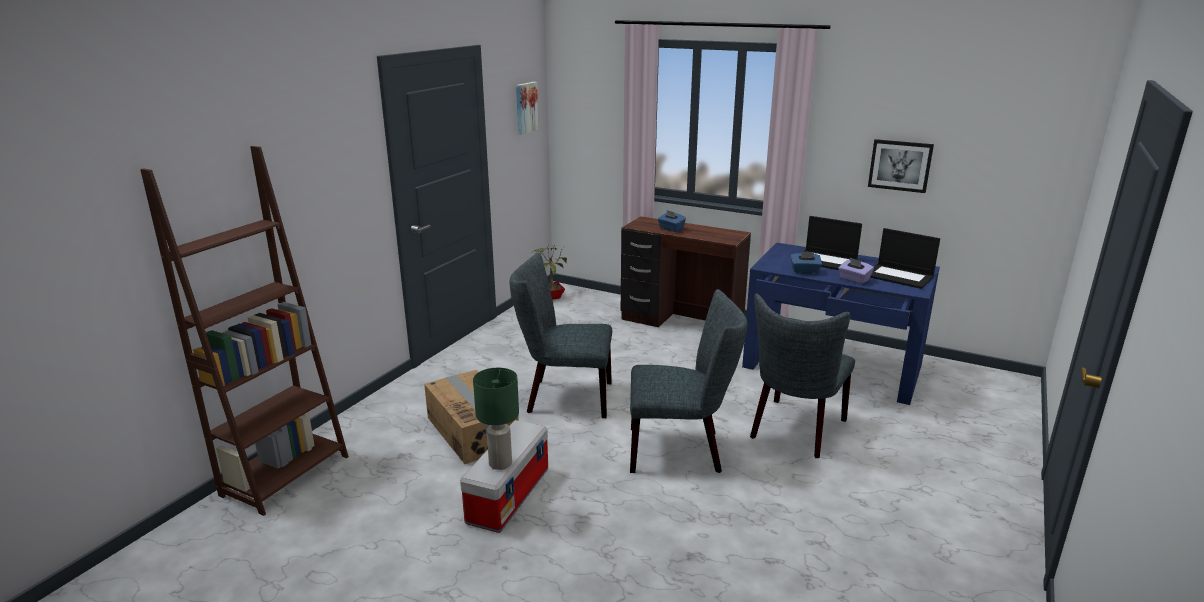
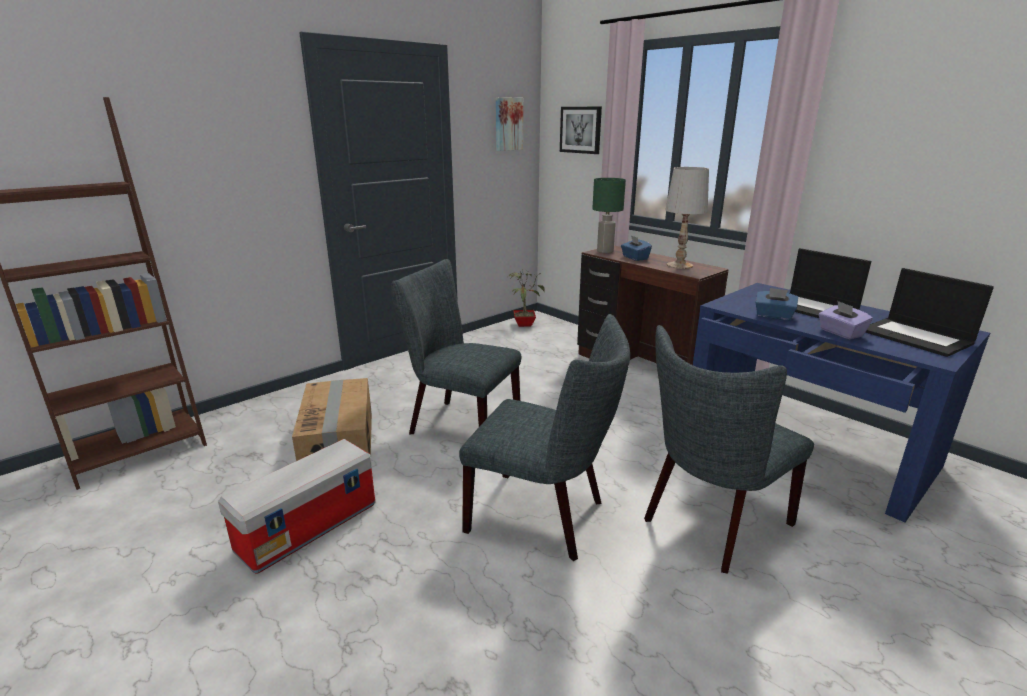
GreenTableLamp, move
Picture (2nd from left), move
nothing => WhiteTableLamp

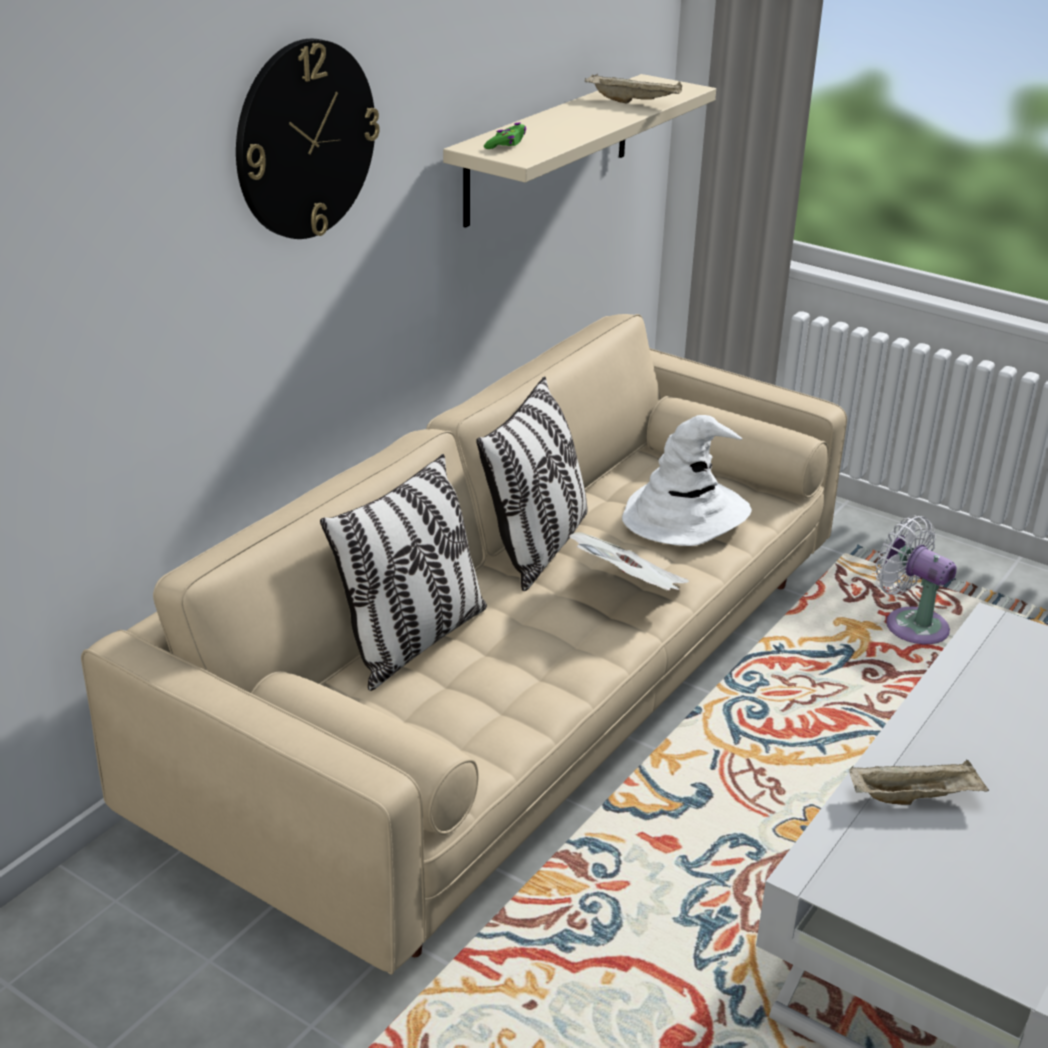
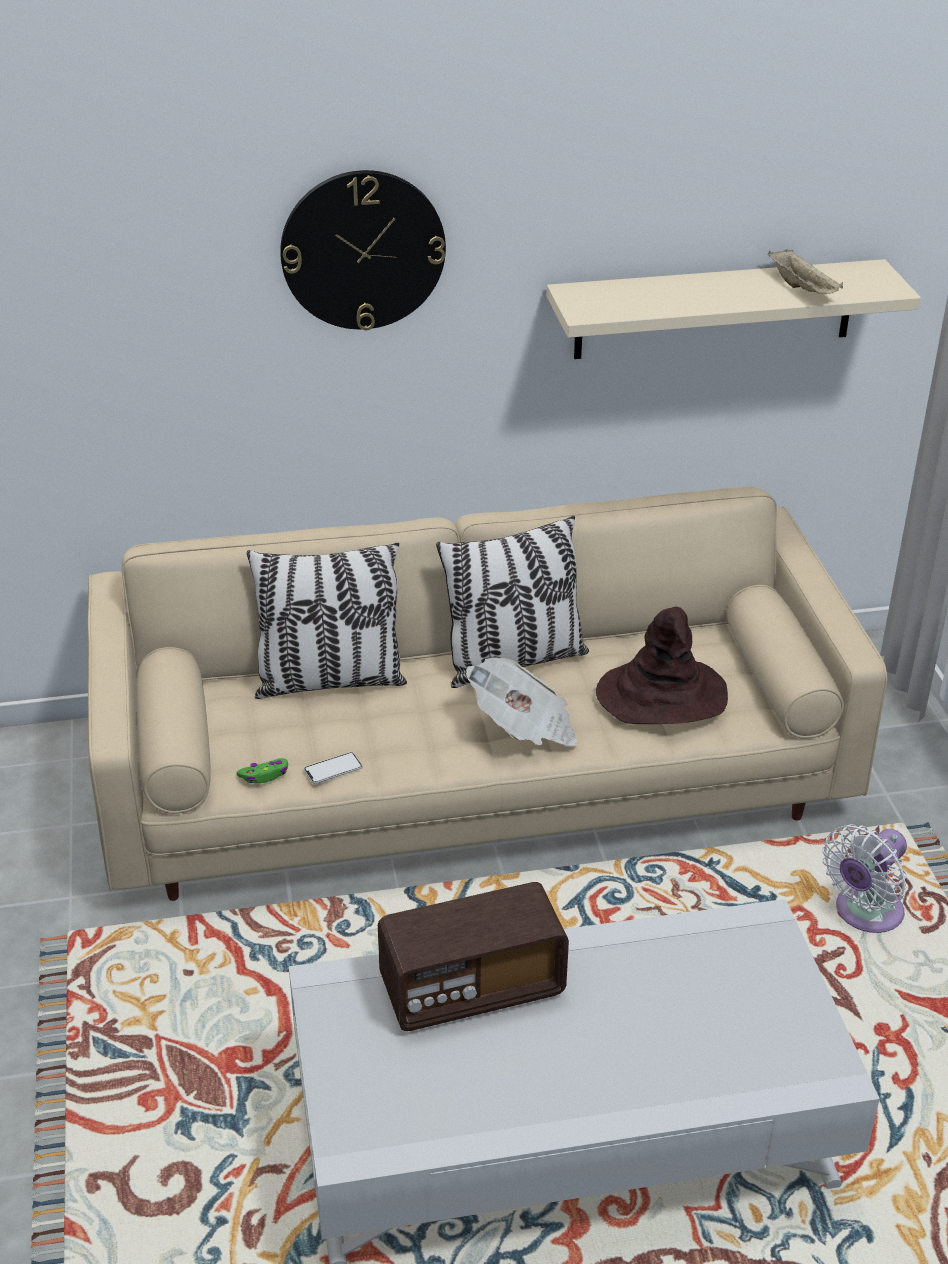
GreenGameController, move
WhiteHat => BrownHat
BeigeTray (2nd from left) => Radio
WhiteFan, 135 degrees counterclockwise
nothing => Phone

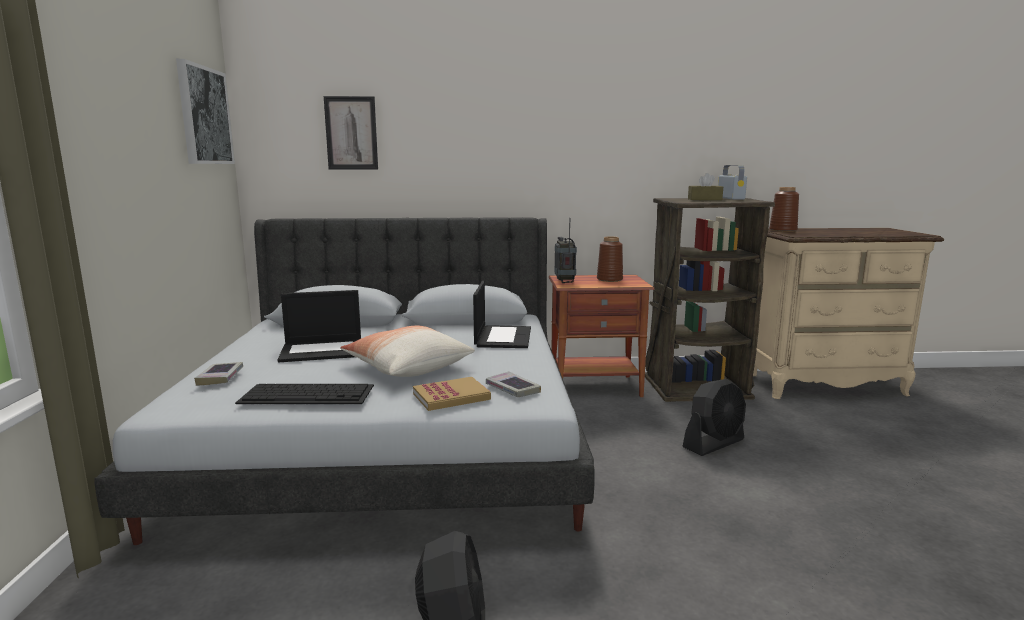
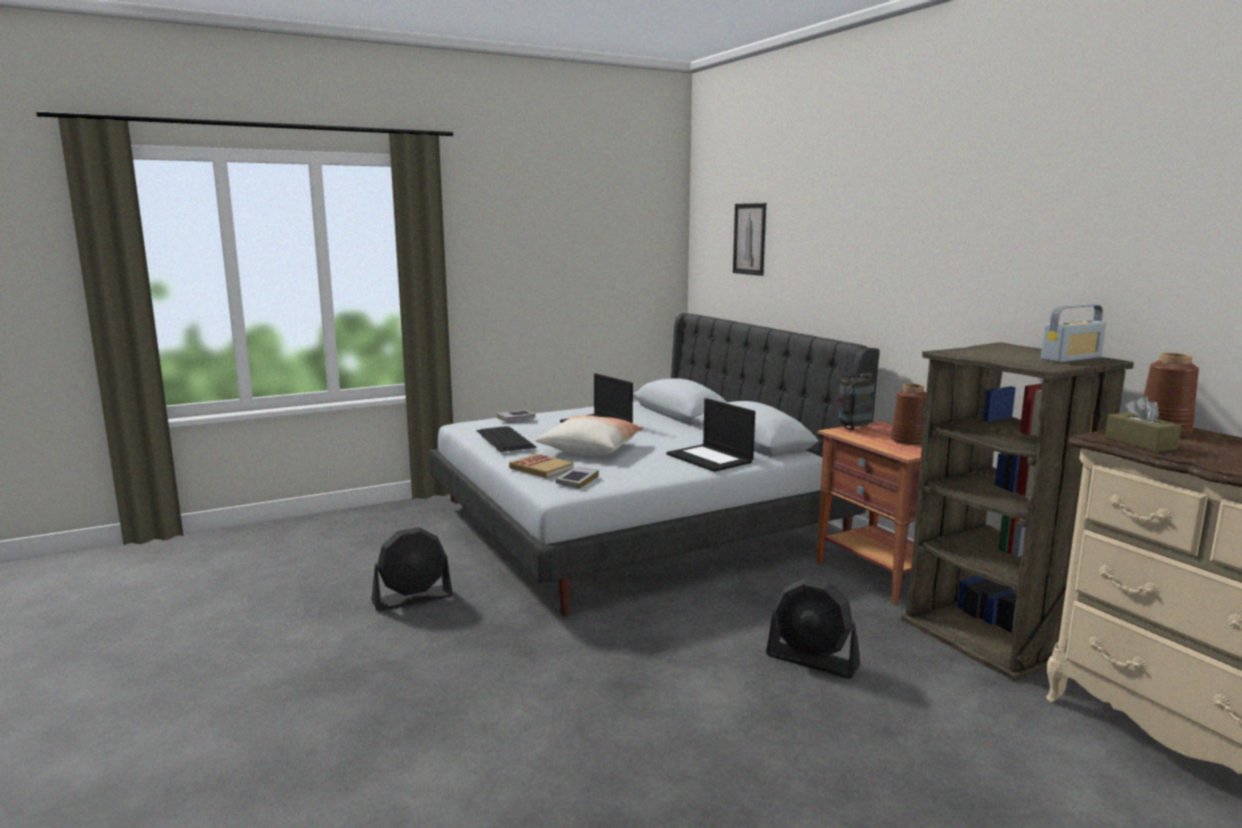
Picture (1st from left) => nothing
Laptop (2nd from left), 75 degrees clockwise
BrownTissueBox, move

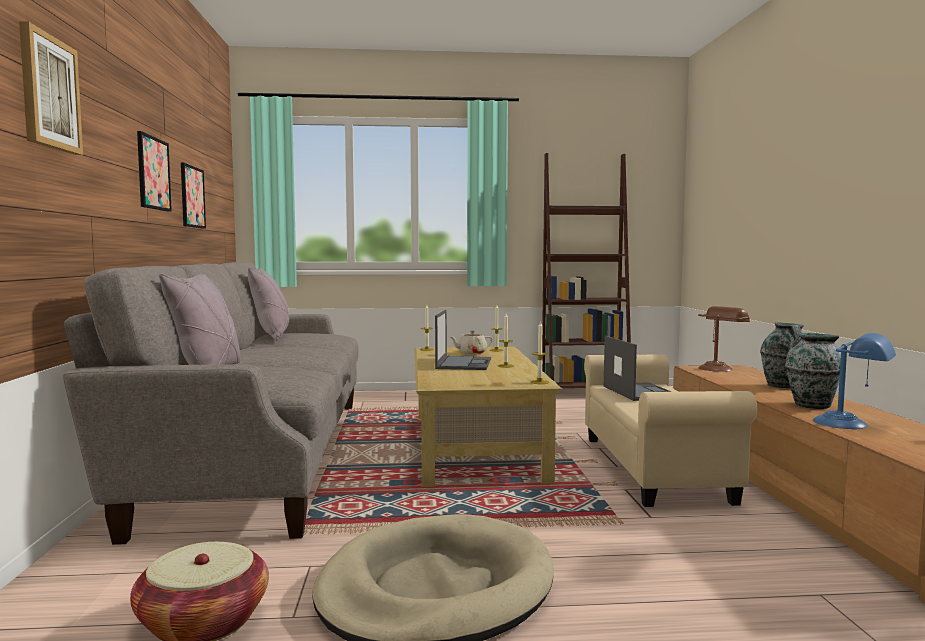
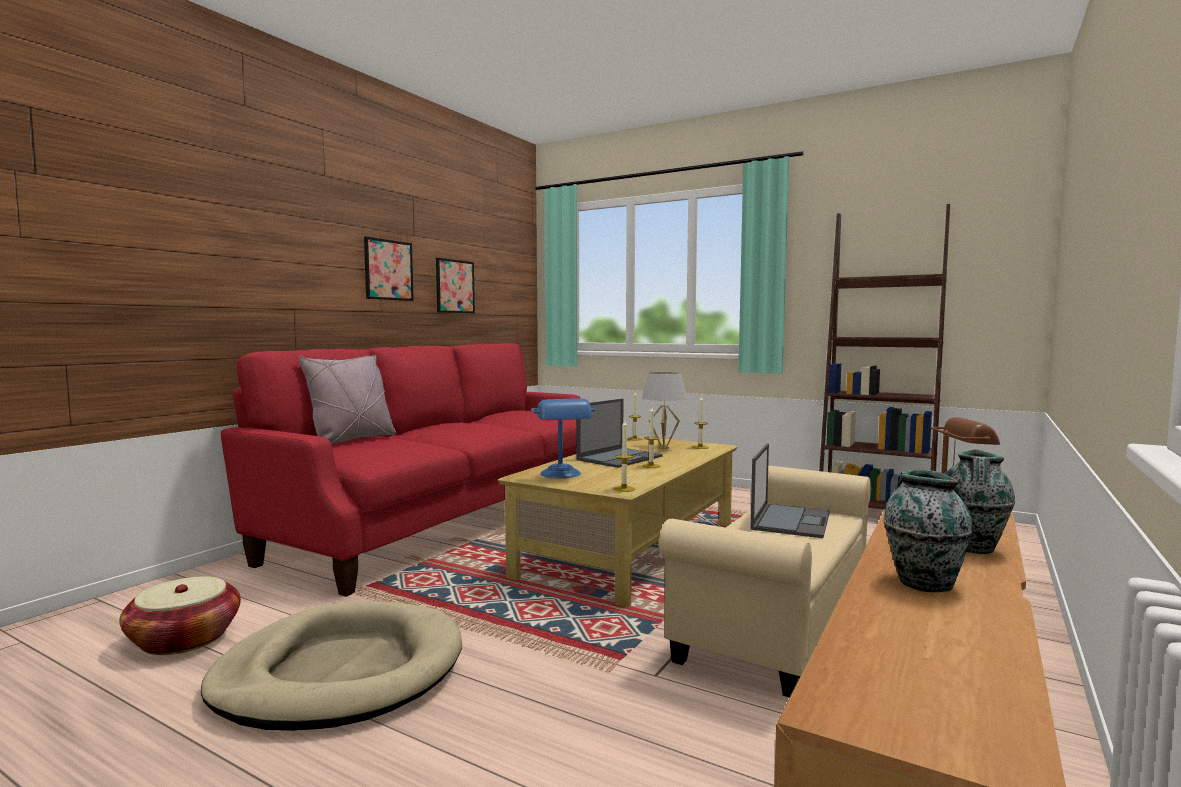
Picture (1st from left) => nothing
GreySofa => RedSofa
PurplePillow (2nd from left) => nothing
BeigeTeapot => WhiteTableLamp
BlueTableLamp, move

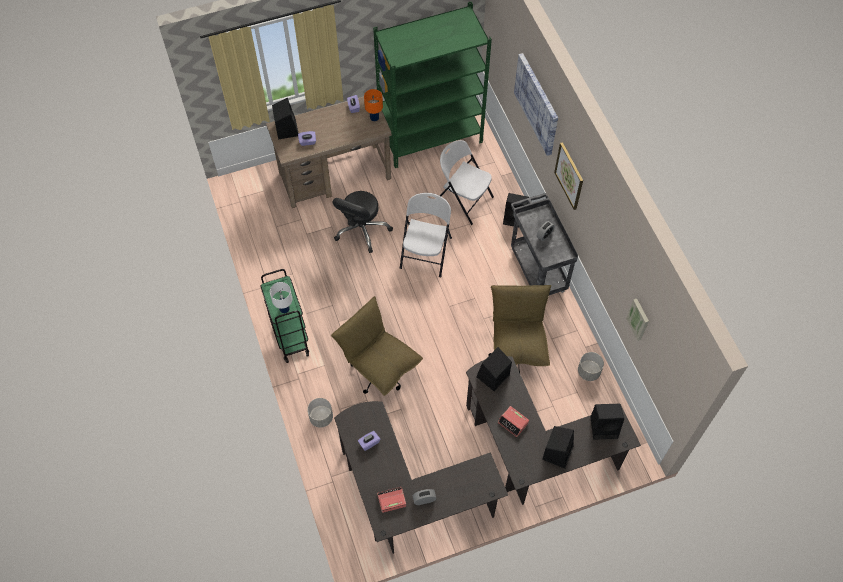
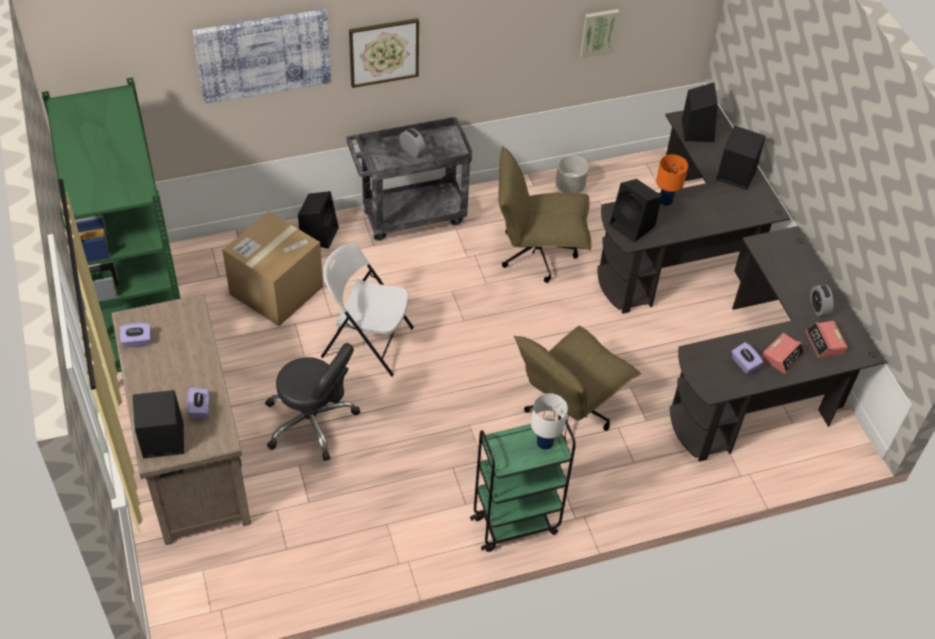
GreyPlanter (1st from left) => nothing
OrangeTableLamp, move
WhiteChair (2nd from left) => CardboardBox
AlarmClock (3rd from left in the first image) => AlarmClock (2nd from left), move

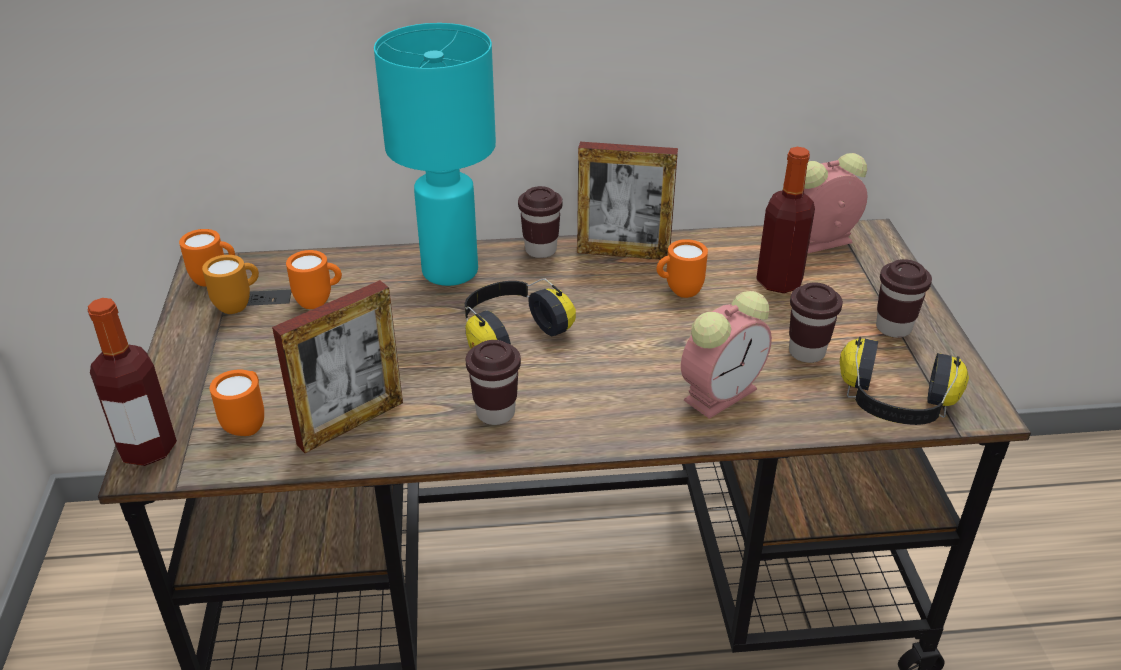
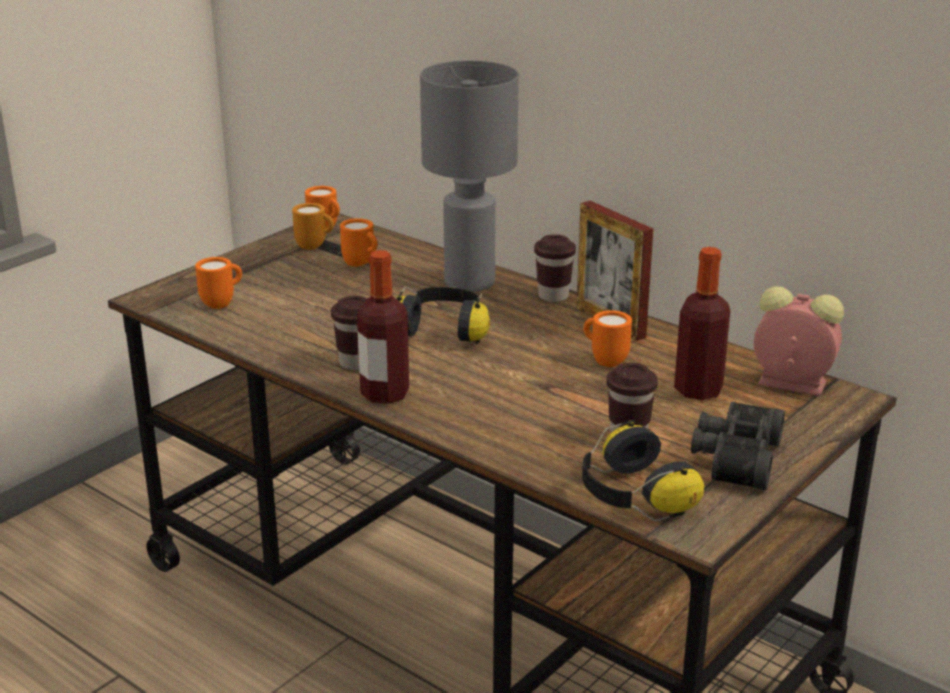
Bottle (1st from left), move
PictureFrame (1st from left) => nothing
TurquoiseTableLamp => GreyTableLamp
AlarmClock (1st from left) => nothing
BrownCup (4th from left) => BlackBinoculars

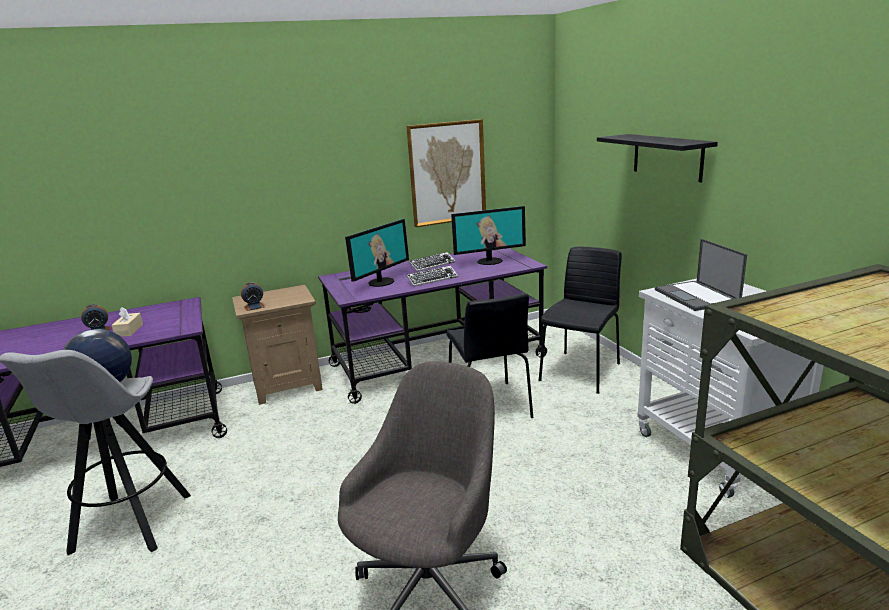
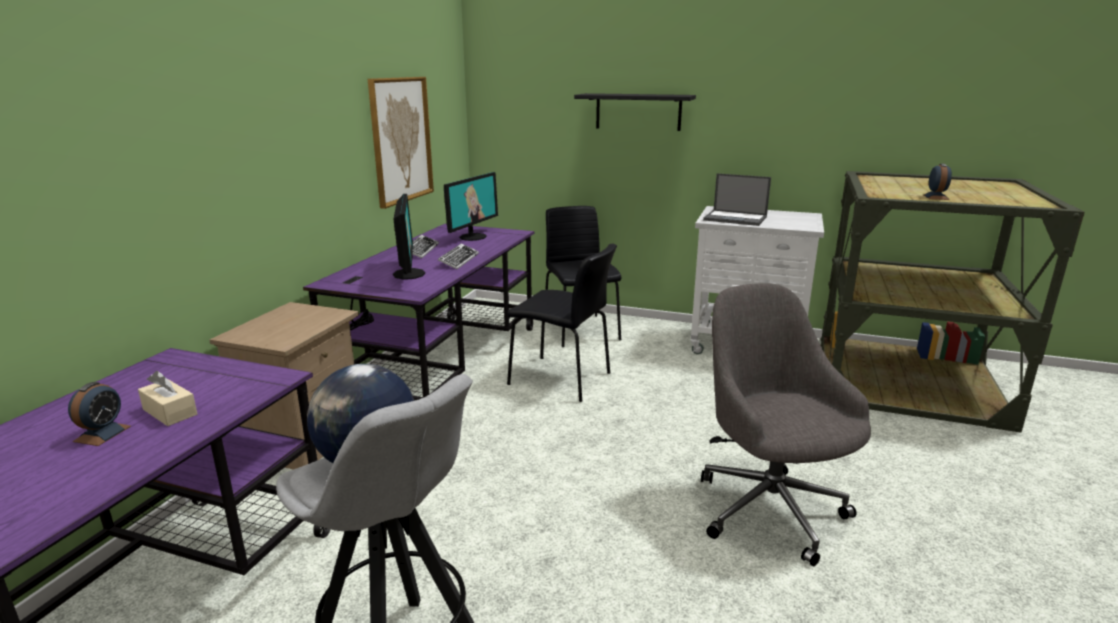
AlarmClock (2nd from left), move

